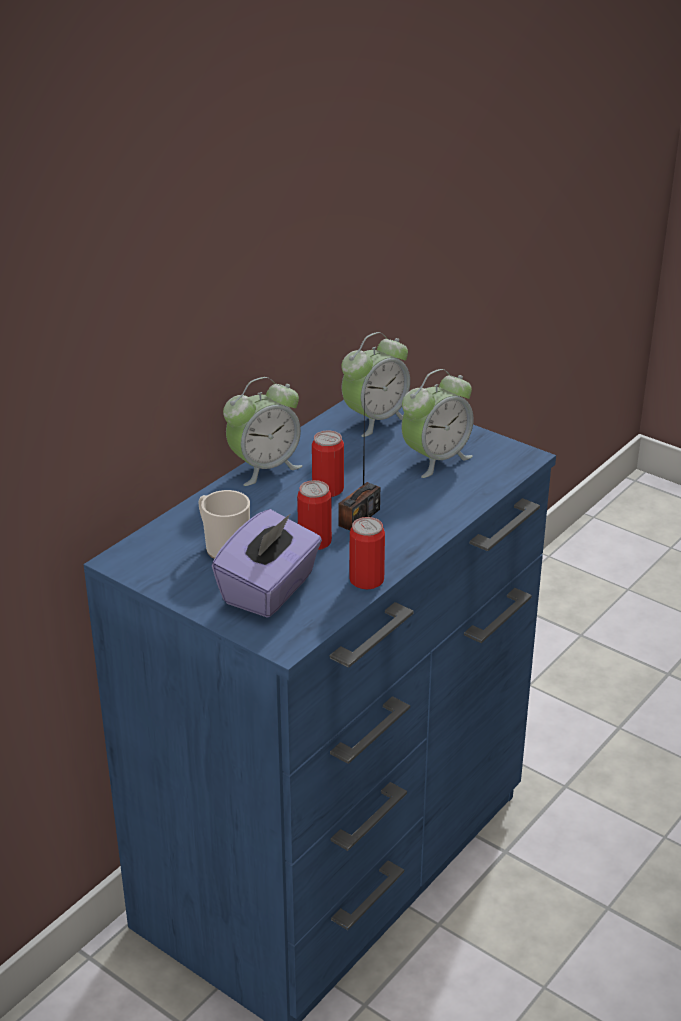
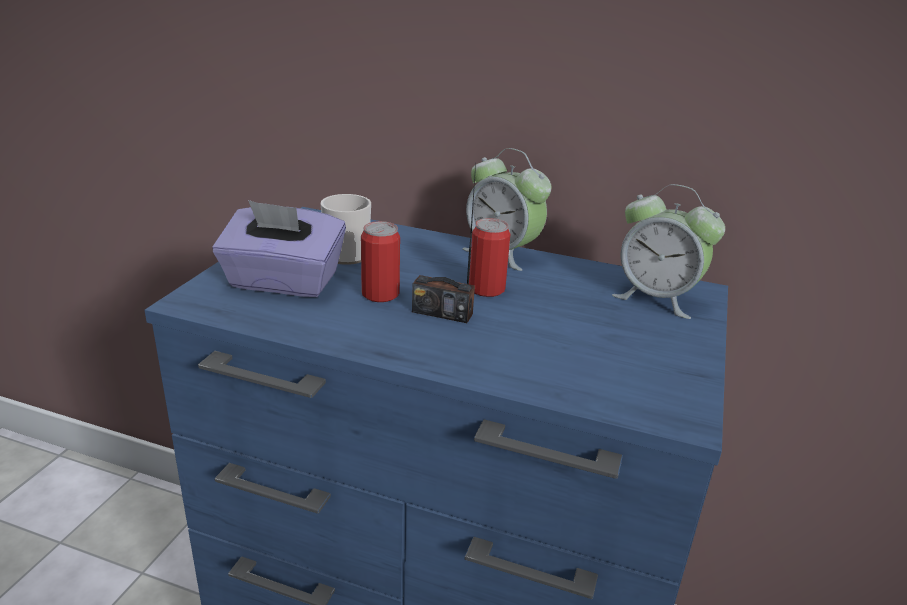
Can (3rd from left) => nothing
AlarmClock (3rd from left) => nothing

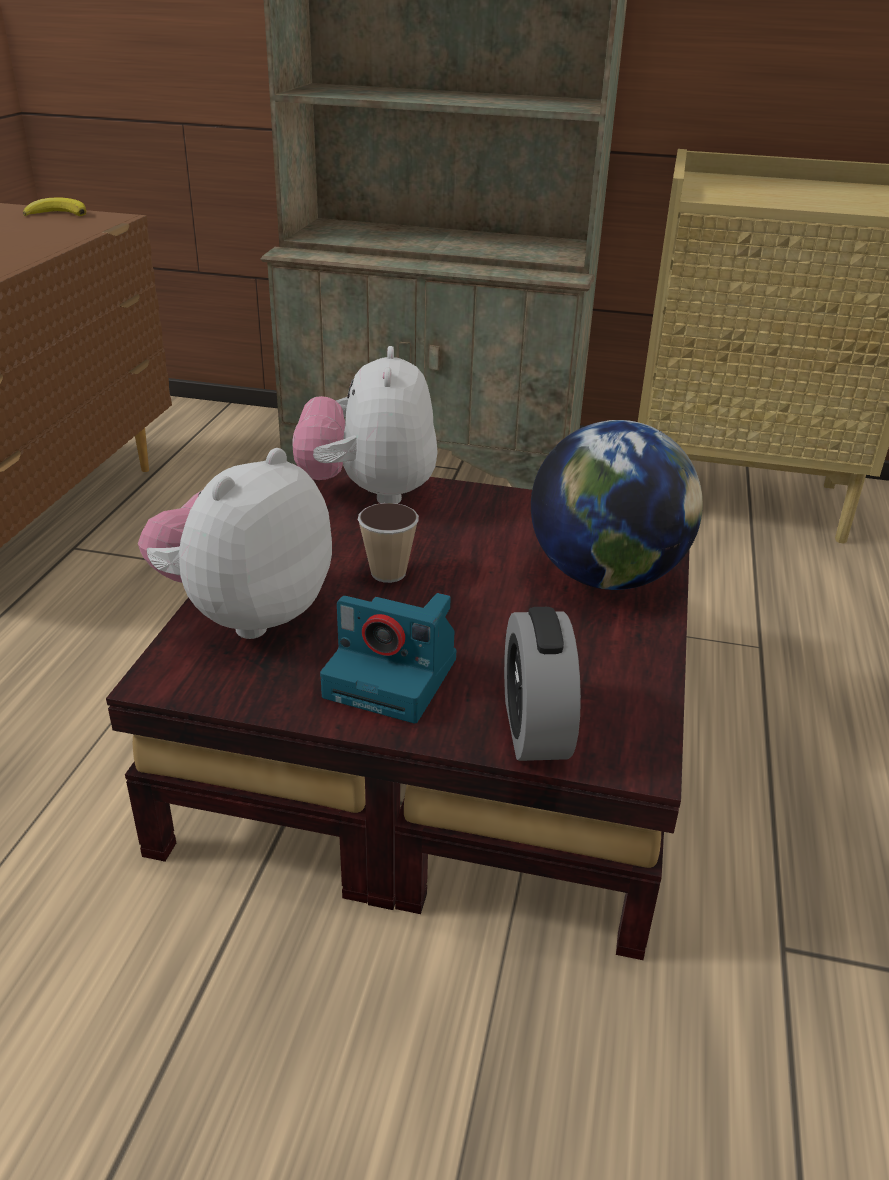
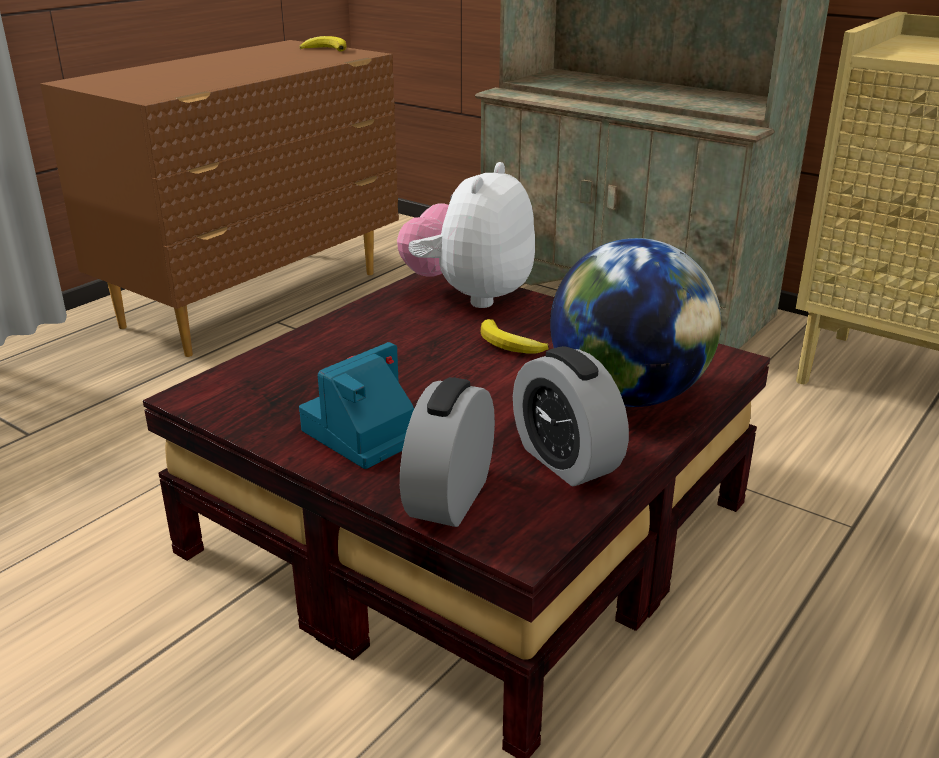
PlushToy (1st from left) => nothing
PhotoCamera, 90 degrees clockwise
Cup => nothing
nothing => Banana (2nd from left)
nothing => AlarmClock (2nd from left)

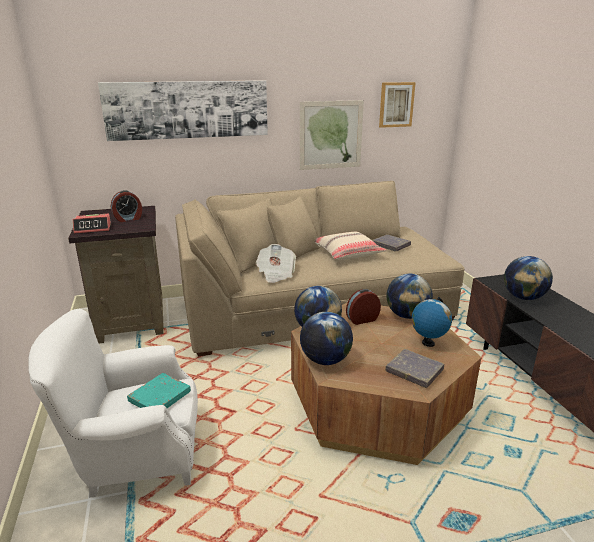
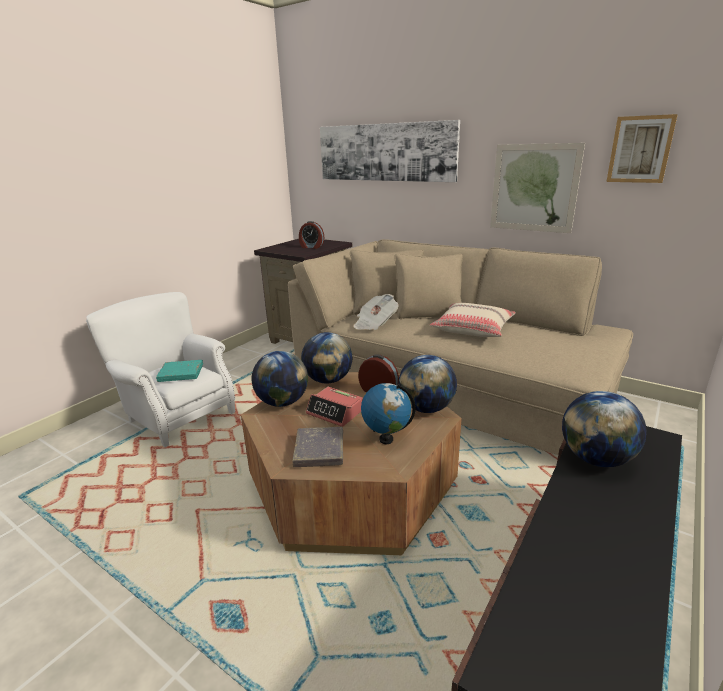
AlarmClock (1st from left in the first image) => AlarmClock (2nd from left), move
GreyBook (1st from left) => nothing

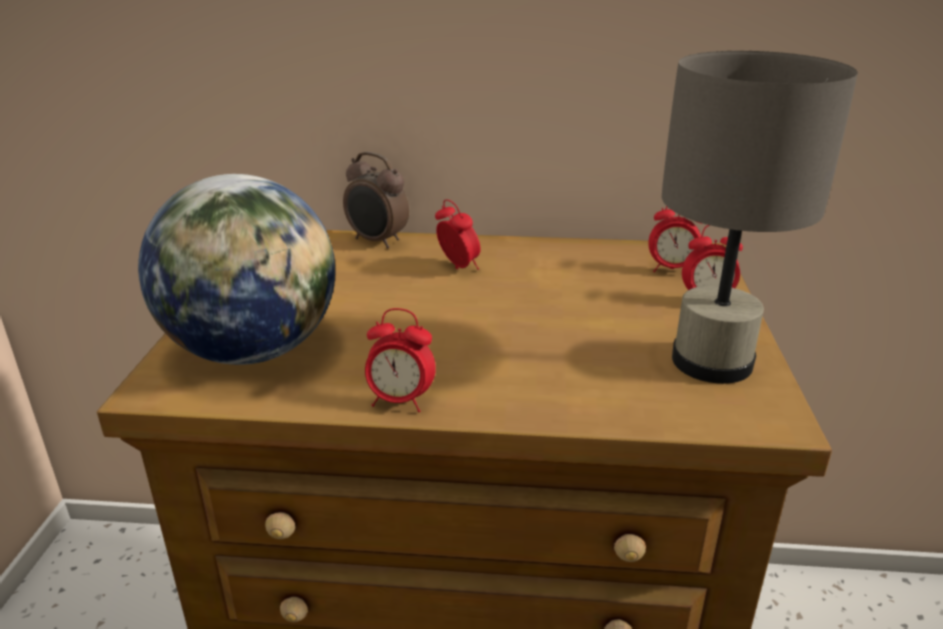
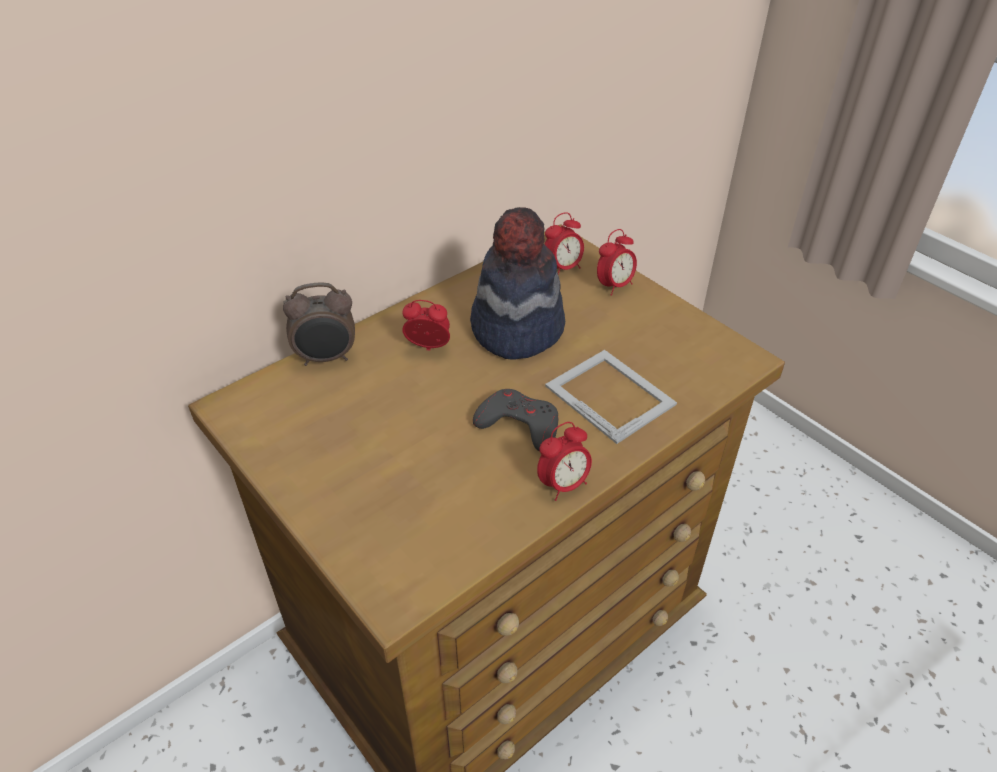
Globe => nothing
GreyTableLamp => nothing
nothing => Hat
nothing => GreyGameController
nothing => PictureFrame

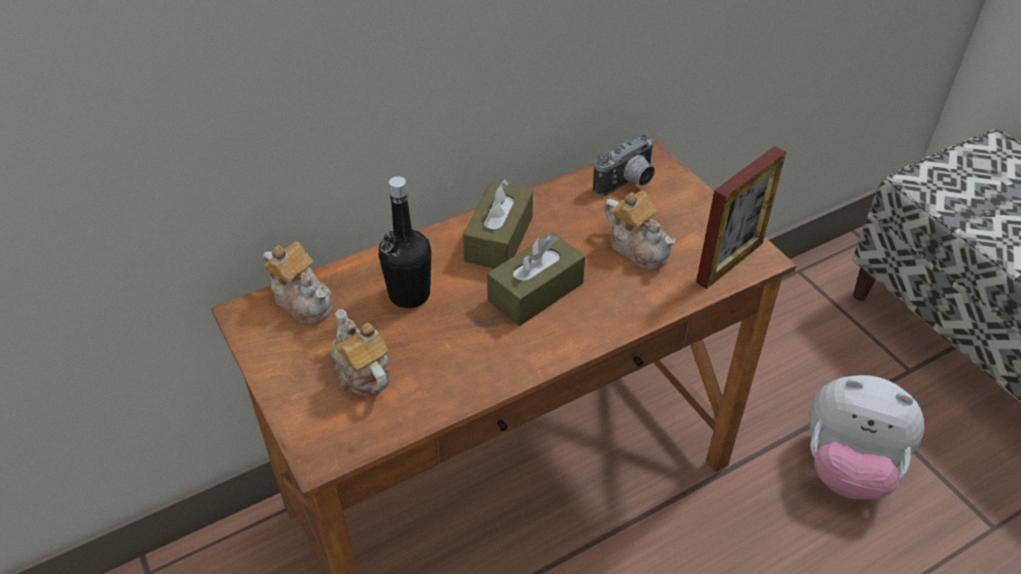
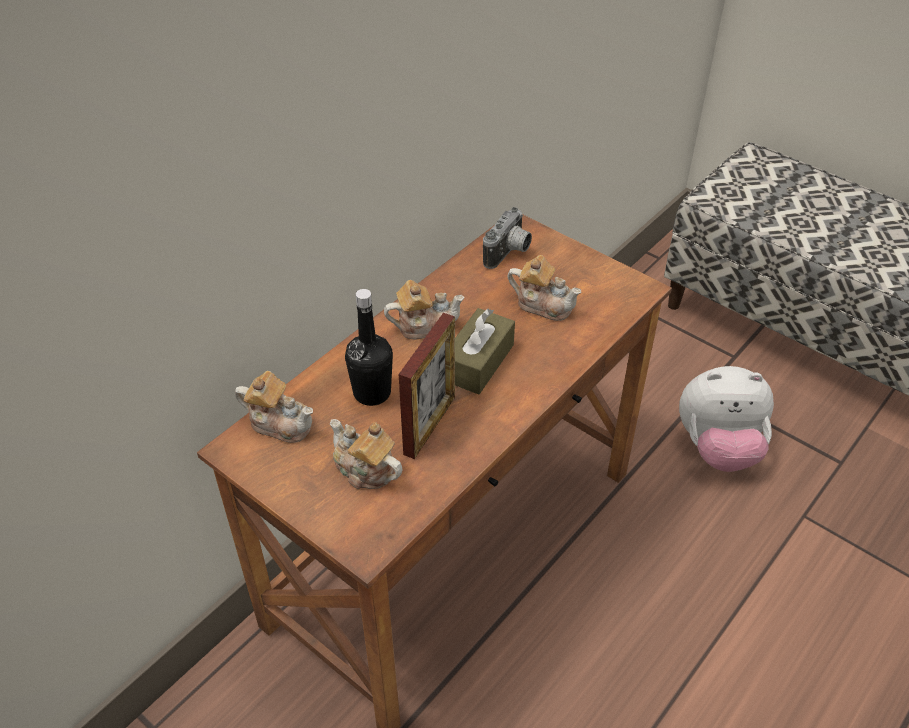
BrownTissueBox (1st from left) => Teapot (3rd from left)
PictureFrame, move

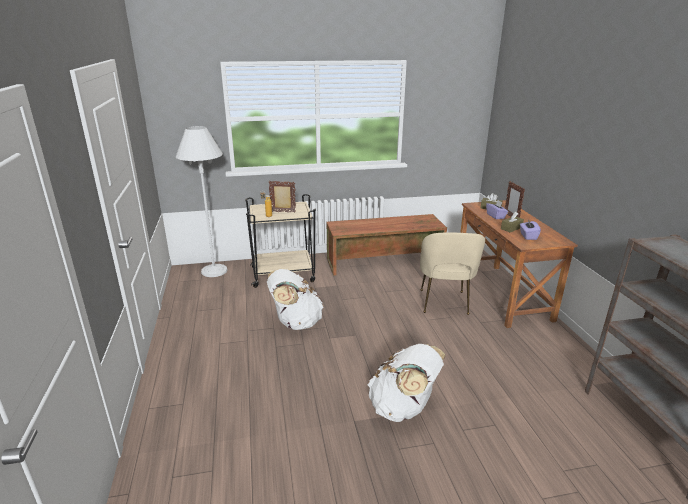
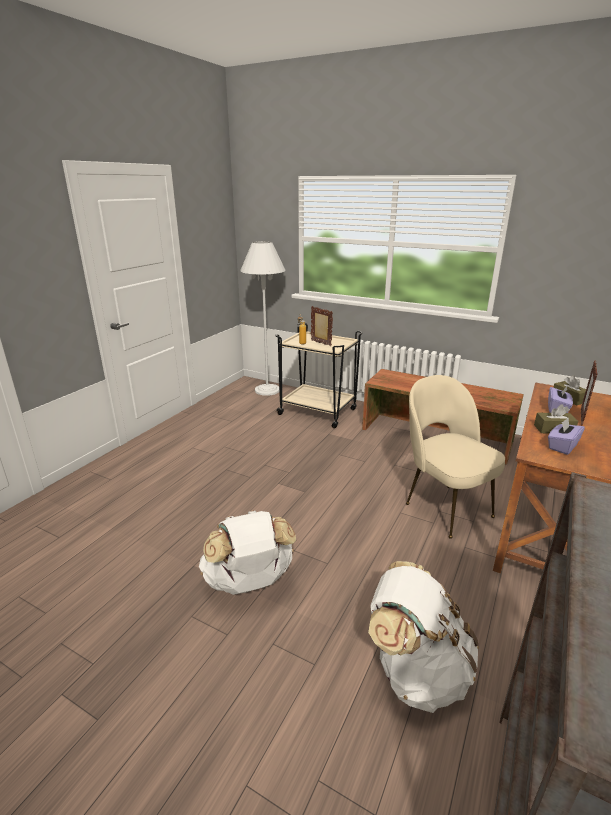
WhiteBackpack (1st from left in the first image) => WhiteBackpack (2nd from left), move
BeigeChair, 105 degrees clockwise

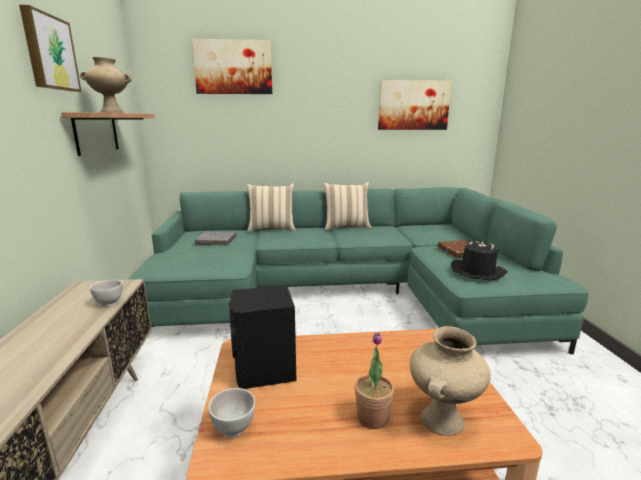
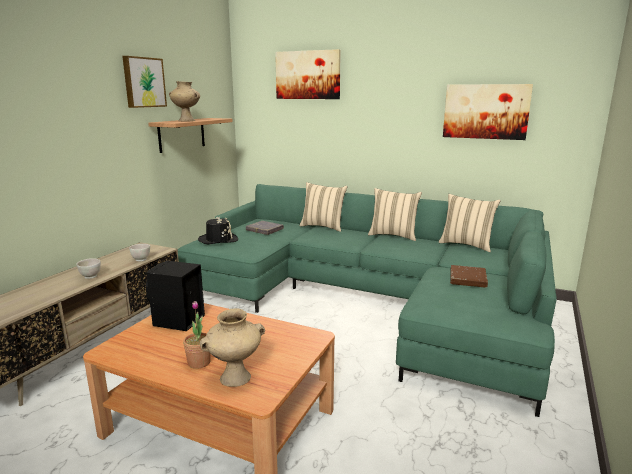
WhiteBowl (2nd from left in the first image) => WhiteBowl (1st from left), move
BlackHat, move
nothing => BeigePillow (3rd from left)

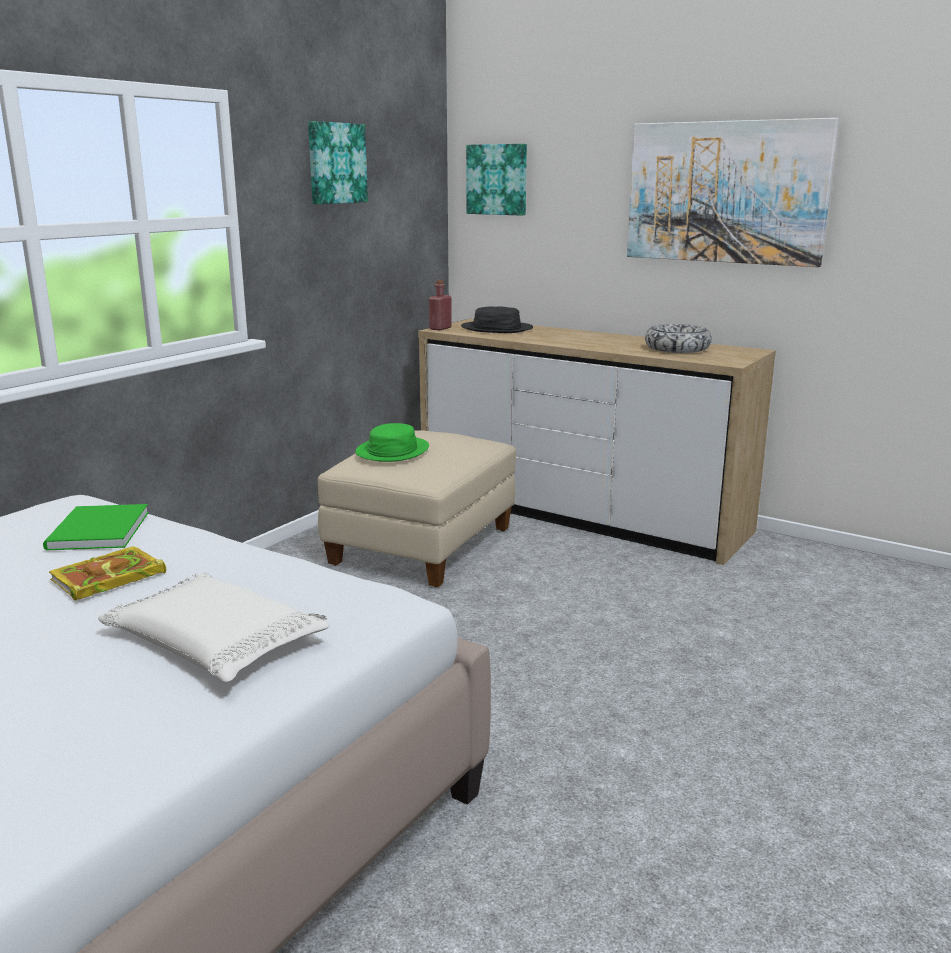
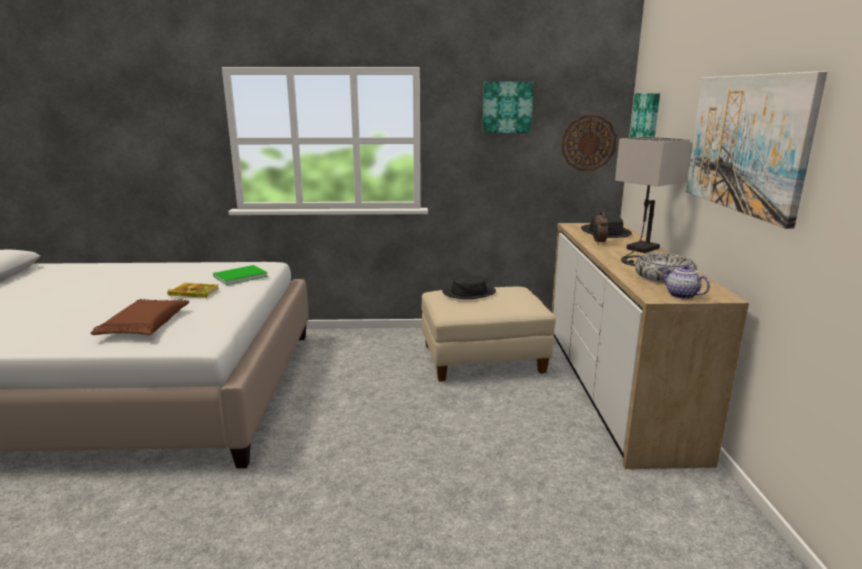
WhitePillow => BrownPillow
GreenHat => BlackHat (1st from left)
RedBottle => nothing
nothing => WallClock
nothing => AlarmClock
nothing => TableLamp
nothing => Teapot

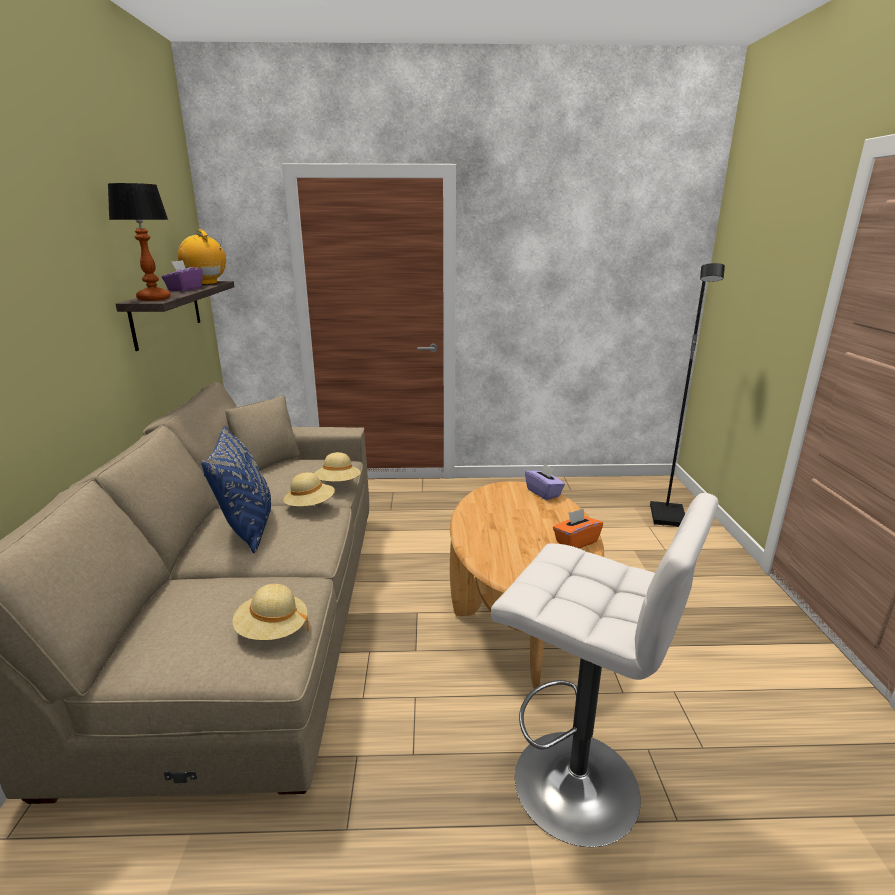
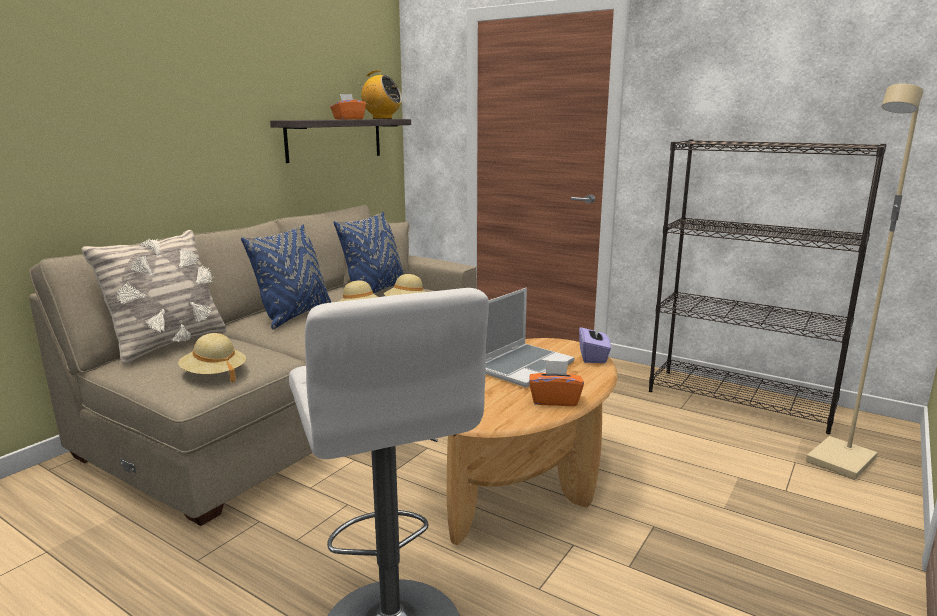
TableLamp => nothing
PurpleTissueBox (1st from left) => OrangeTissueBox (1st from left)
Radio, 120 degrees clockwise
BlackFloorLamp => BeigeFloorLamp
nothing => BeigePillow
nothing => BluePillow (2nd from left)
nothing => Laptop
nothing => BlackBookcase

